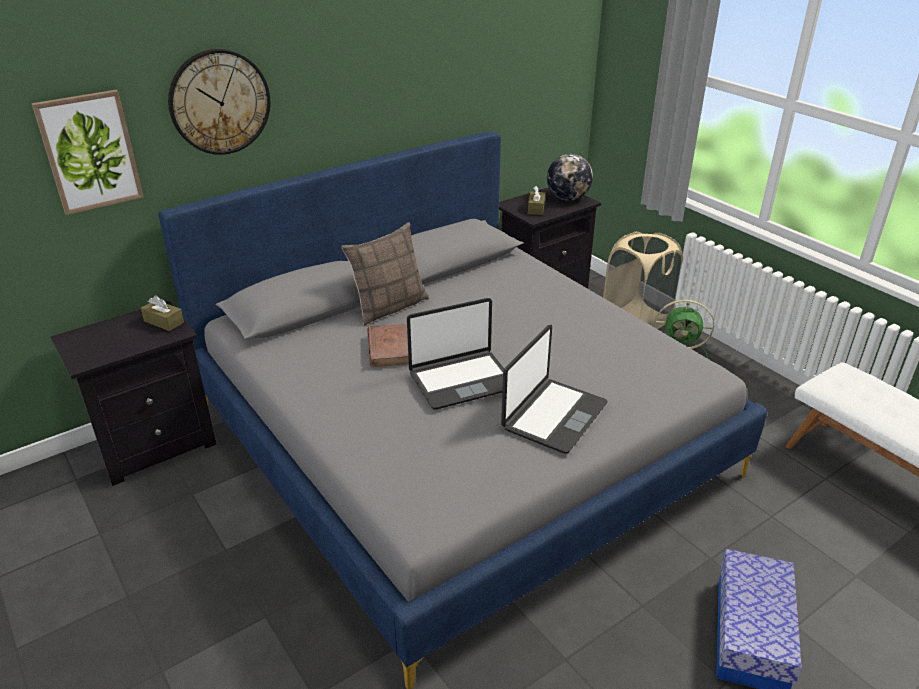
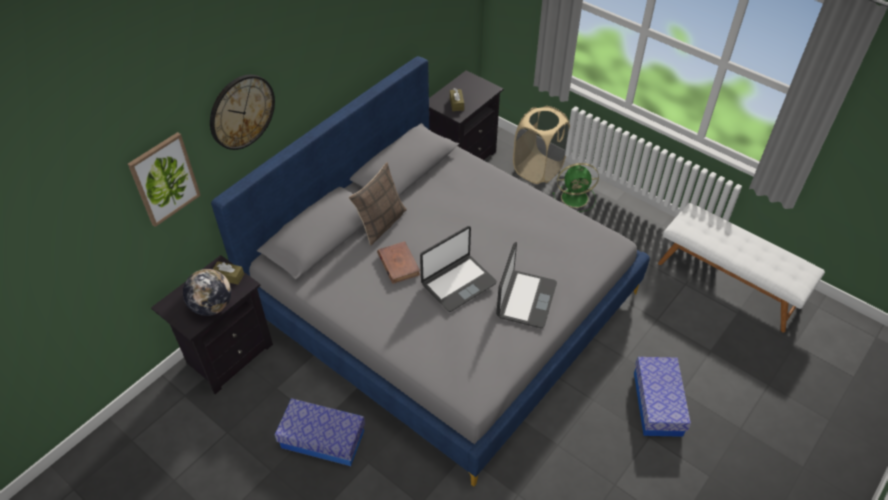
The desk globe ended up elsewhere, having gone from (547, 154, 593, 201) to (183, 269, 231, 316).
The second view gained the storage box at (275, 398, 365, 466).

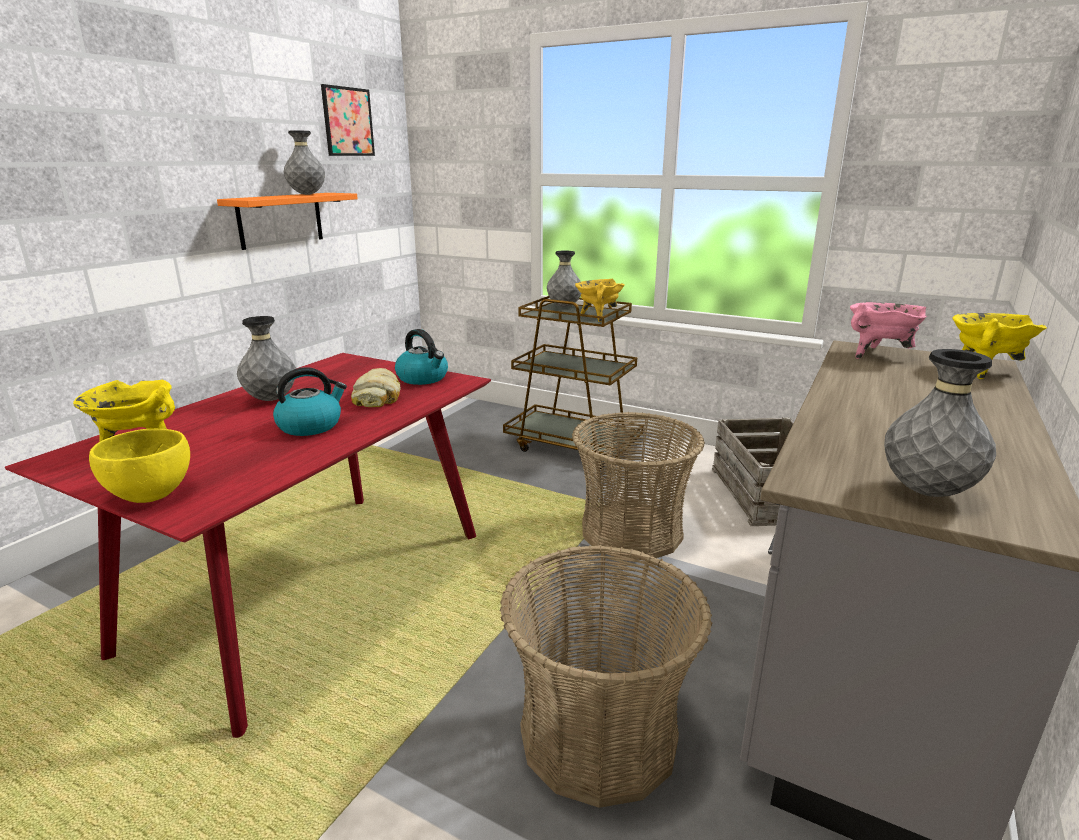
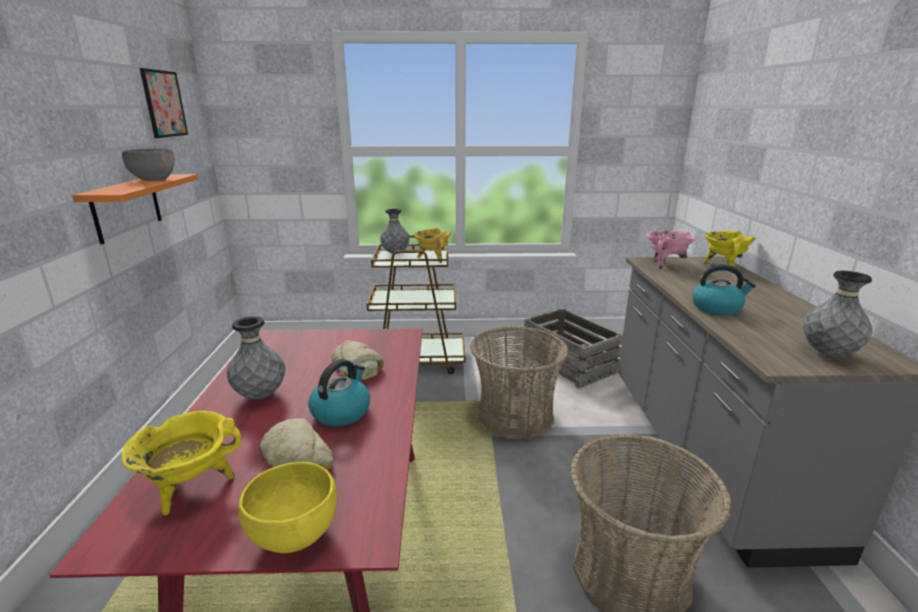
Where the grey flower vase stood at (284, 131, 325, 195), the grey serving bowl came to stand at (122, 149, 175, 181).
The water kettle ended up elsewhere, having gone from (395, 329, 448, 385) to (692, 264, 756, 315).
The second view gained the baked bread at (259, 418, 333, 471).

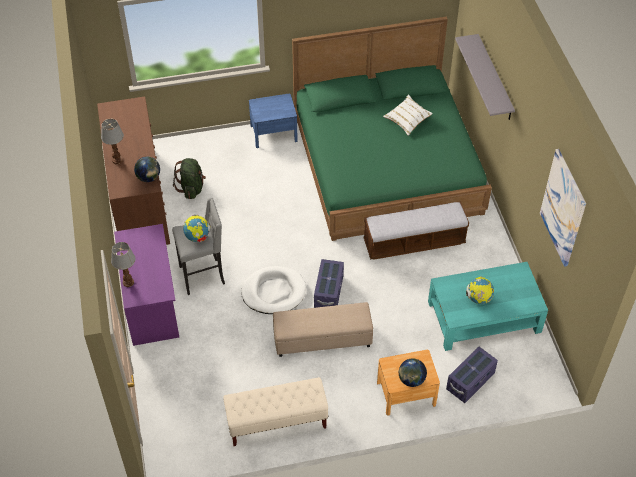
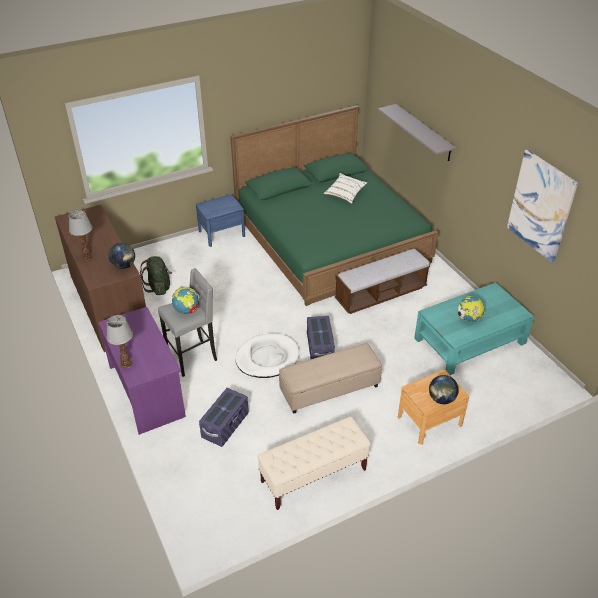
The purple storage box ended up elsewhere, having gone from (446, 347, 498, 403) to (199, 388, 249, 447).

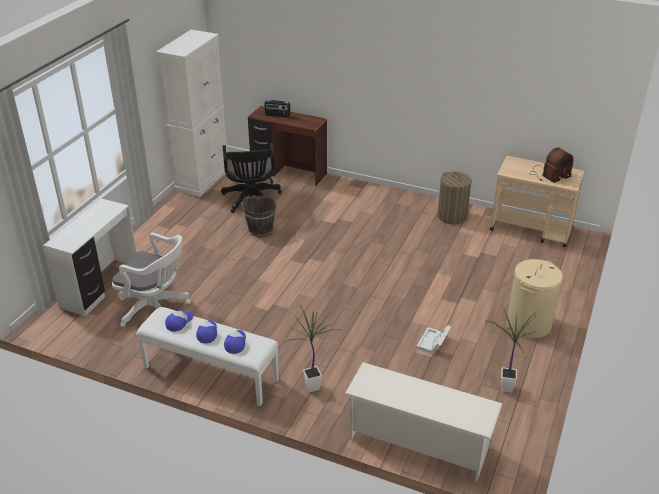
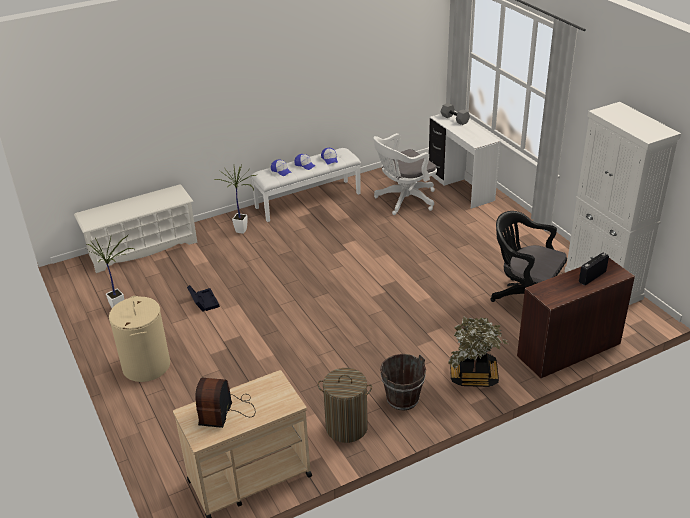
The brownish pail ended up elsewhere, having gone from (242, 196, 276, 237) to (380, 354, 426, 411).
What was the white-coloured storage box at (416, 325, 451, 354) turned into the black storage box at (187, 285, 220, 312).
The second view gained the grey free weight at (441, 103, 470, 125).
The second view gained the houseplant at (448, 317, 508, 387).

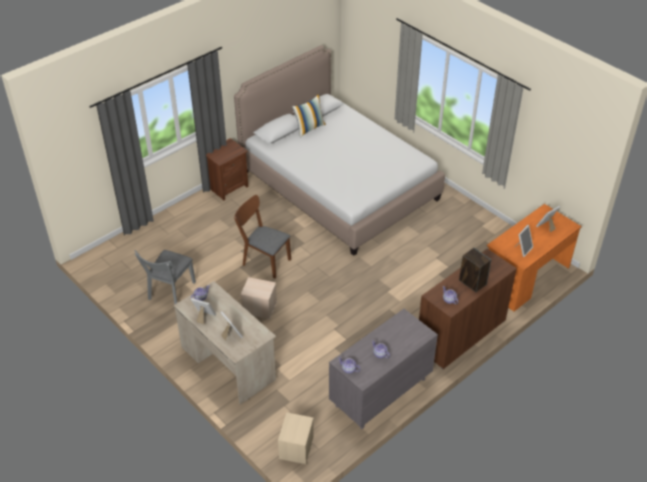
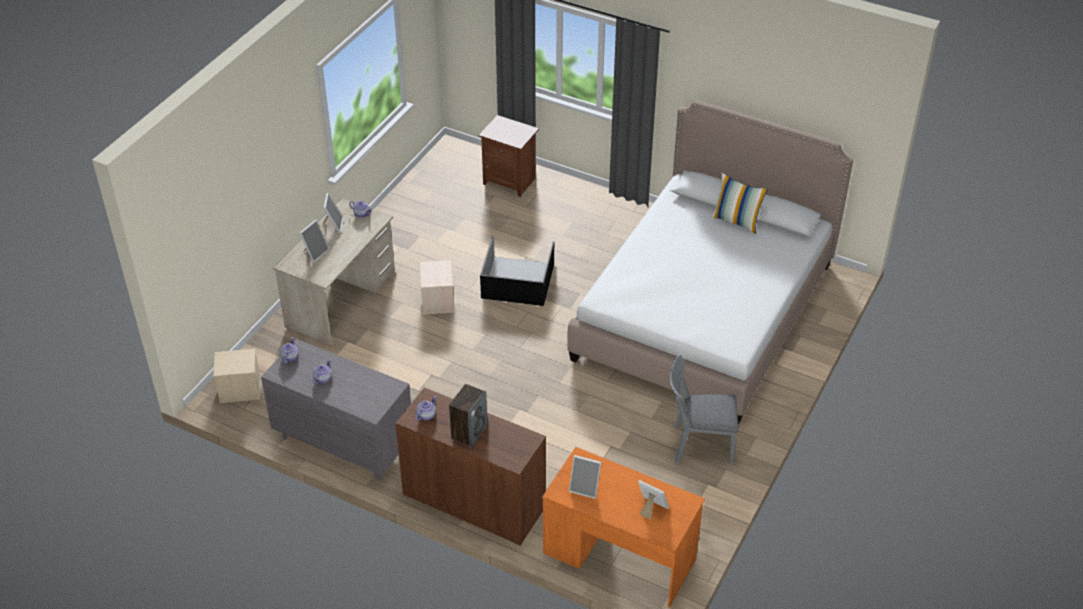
The brownish bedside table ended up elsewhere, having gone from (206, 138, 248, 201) to (479, 115, 539, 197).
Where the brownish upright chair stood at (234, 195, 291, 278), the black storage box came to stand at (480, 234, 554, 306).
The grey upright chair ended up elsewhere, having gone from (134, 250, 196, 305) to (670, 354, 738, 464).

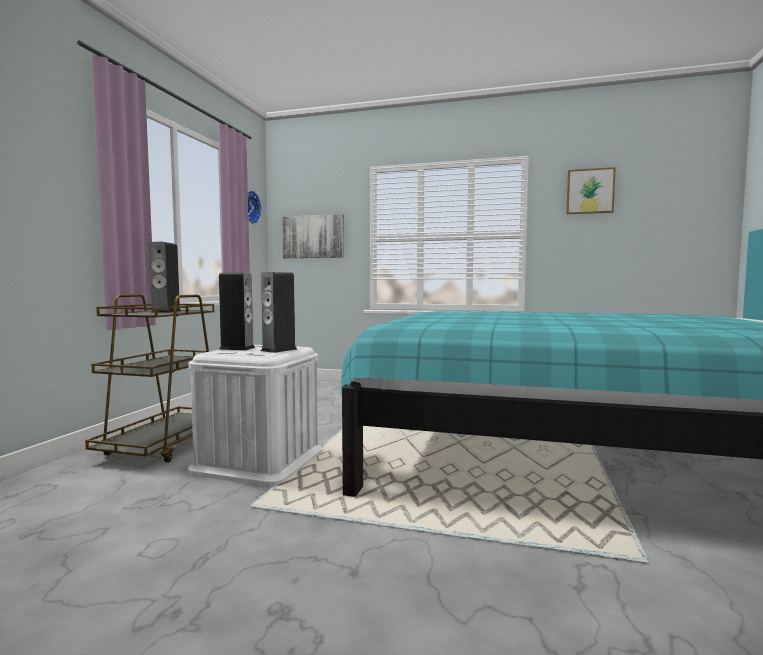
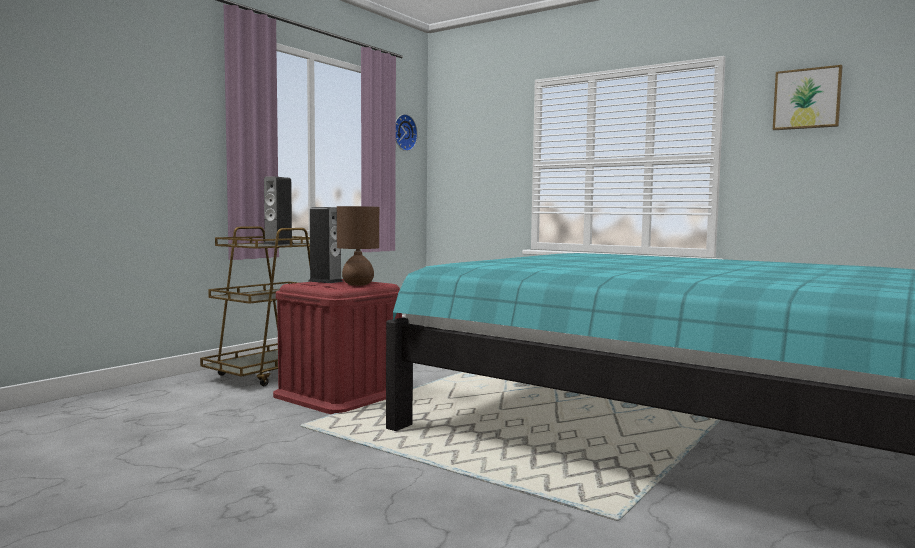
The second view lost the picture at (282, 214, 344, 258).
Where the speaker stood at (261, 272, 297, 353), the brownish lamp for a table came to stand at (337, 206, 379, 286).
What was the white-coloured storage box at (188, 345, 322, 486) turned into the red storage box at (273, 279, 402, 414).

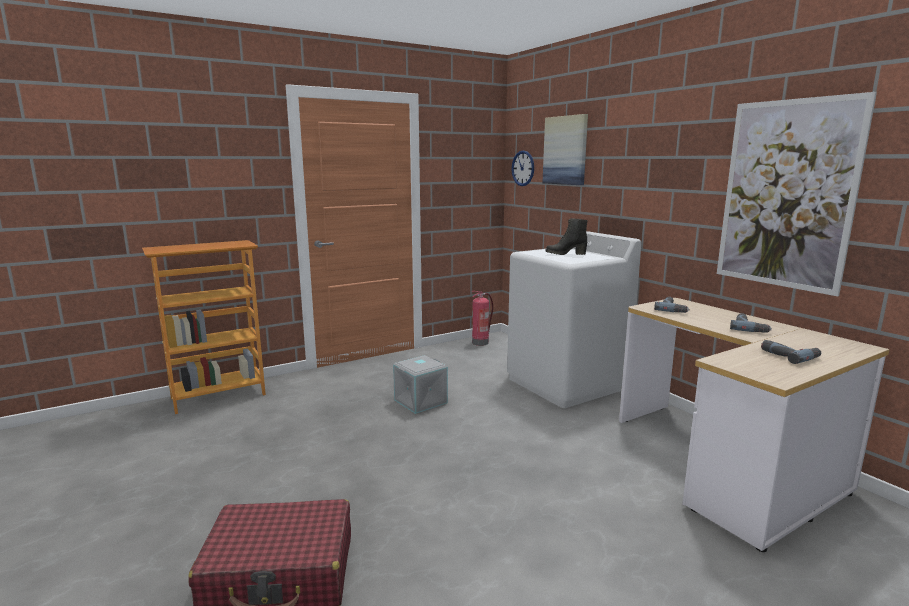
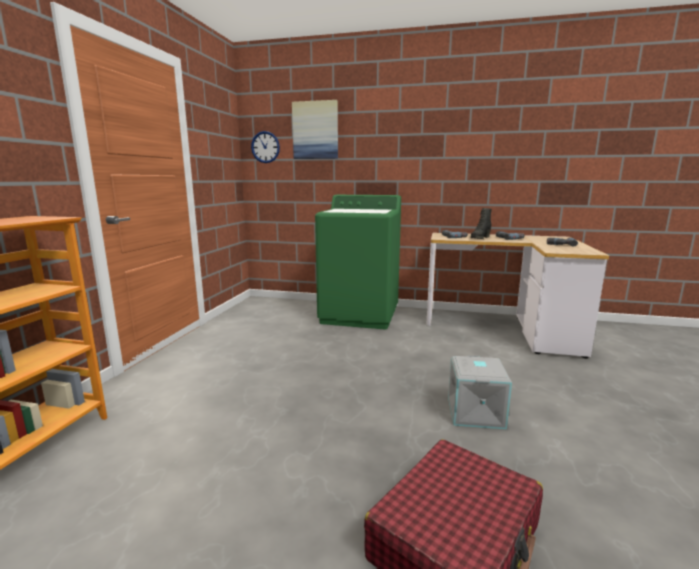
The second view lost the picture at (717, 92, 877, 296).
The black boot ended up elsewhere, having gone from (545, 218, 588, 255) to (471, 208, 492, 239).
What was the white-coloured laundry machine at (507, 231, 641, 408) turned into the green-coloured laundry machine at (315, 195, 401, 330).
The second view lost the fire-fighting cylinder at (472, 291, 493, 346).
The grey storage box ended up elsewhere, having gone from (393, 355, 448, 414) to (448, 355, 512, 429).

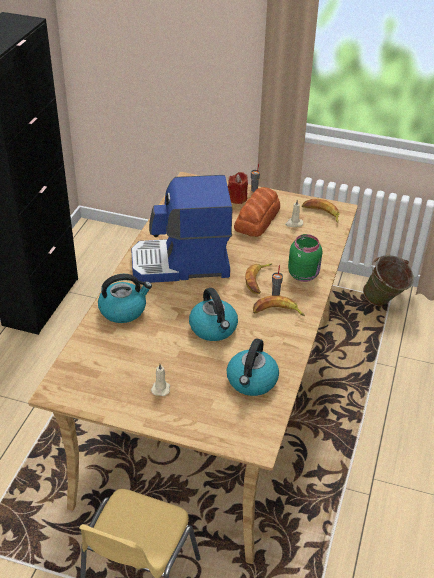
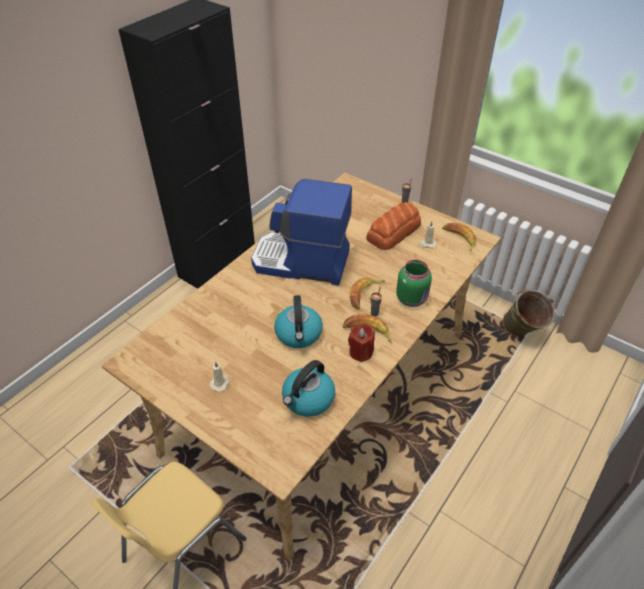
The red wax candle ended up elsewhere, having gone from (228, 172, 248, 204) to (348, 324, 375, 362).
The second view lost the water kettle at (98, 274, 152, 323).

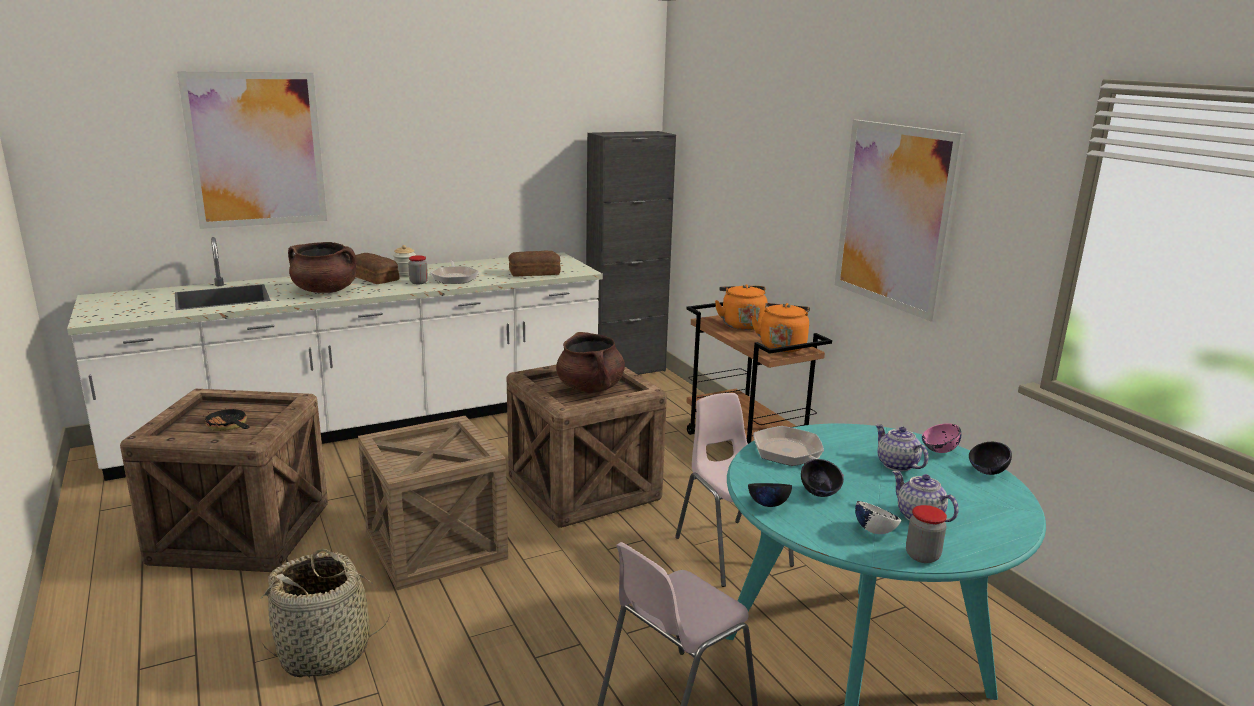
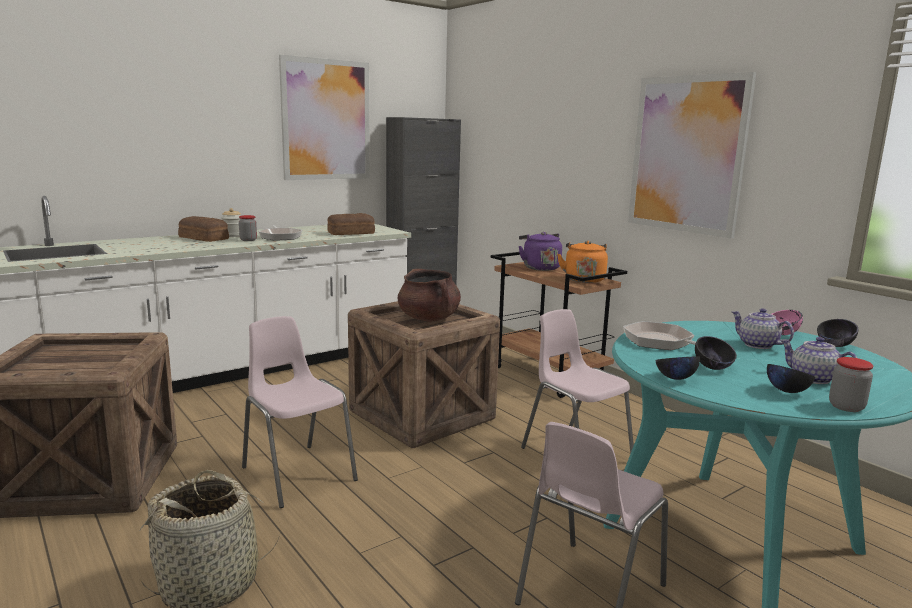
The picture ended up elsewhere, having gone from (177, 71, 327, 229) to (279, 55, 370, 180).
The second view lost the brownish stockpot at (288, 242, 356, 293).
What was the orangey water kettle at (715, 284, 767, 330) turned into the purple water kettle at (519, 232, 562, 271).
The second view lost the skillet at (203, 409, 250, 431).
Where the shipping crate stood at (358, 416, 508, 590), the pink-coloured upright chair came to stand at (242, 316, 358, 508).
What was the white-coloured serving bowl at (855, 501, 901, 534) turned into the black serving bowl at (767, 364, 815, 393).

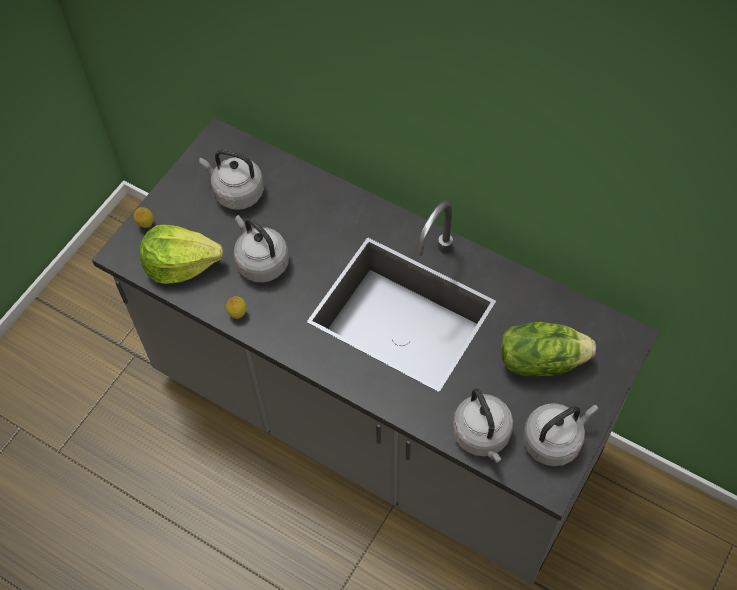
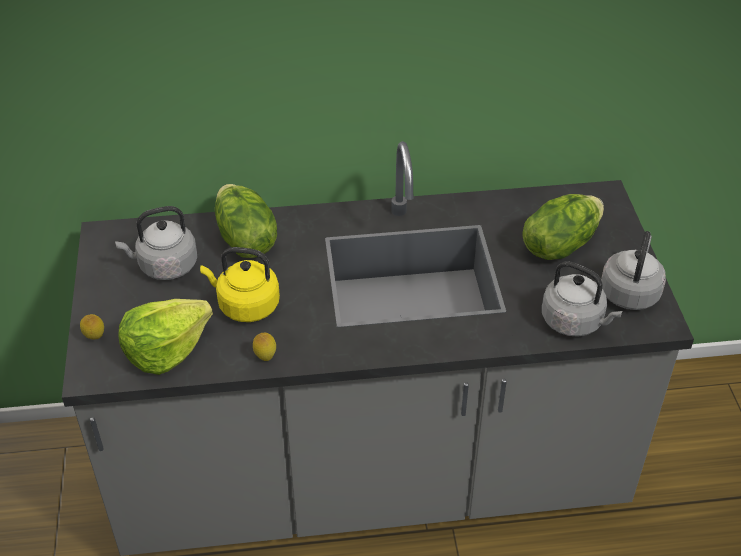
What was the grey water kettle at (234, 215, 289, 283) turned into the yellow-coloured water kettle at (200, 247, 280, 322).
The second view gained the lettuce head at (215, 184, 277, 258).

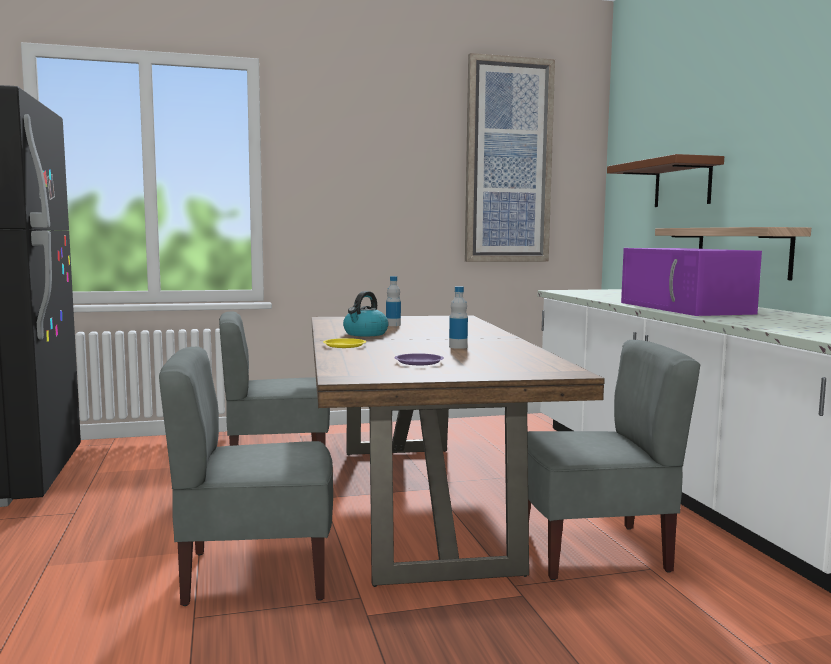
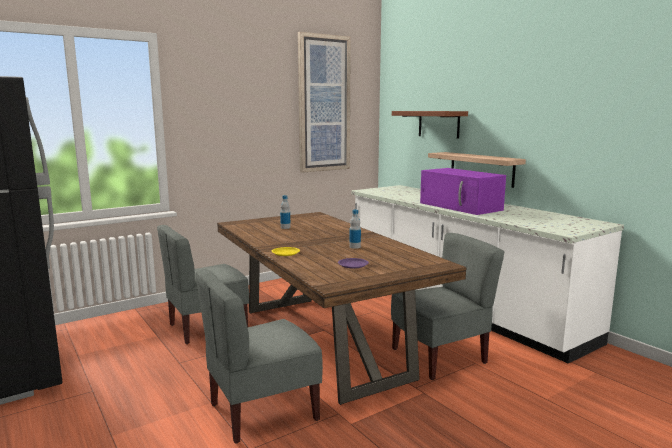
The second view lost the water kettle at (343, 291, 389, 336).

